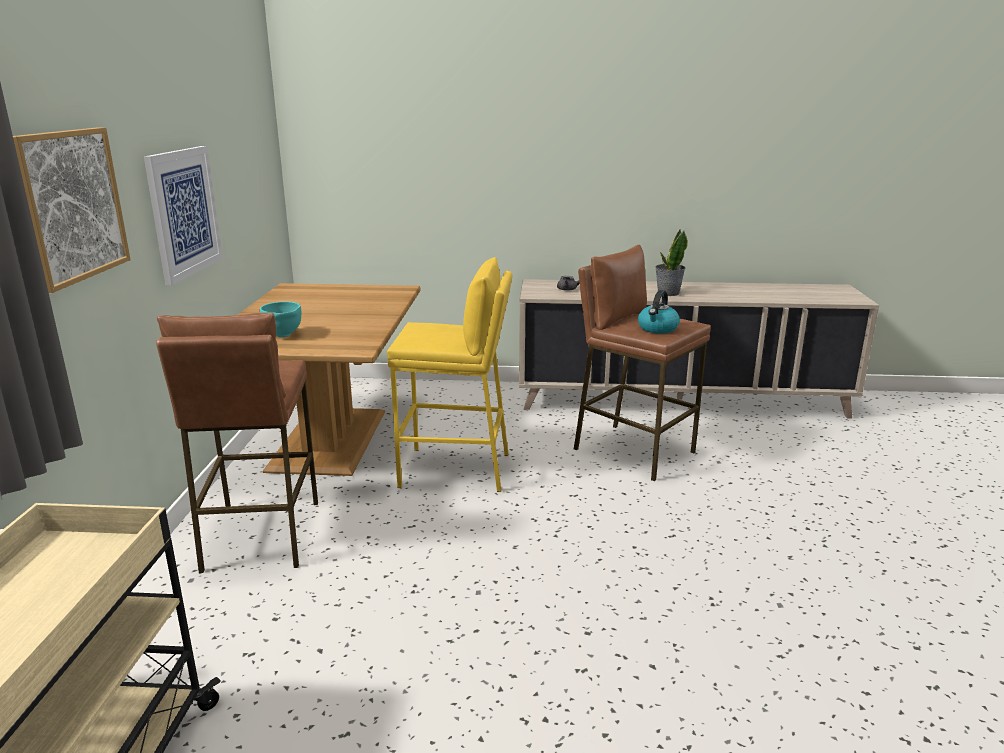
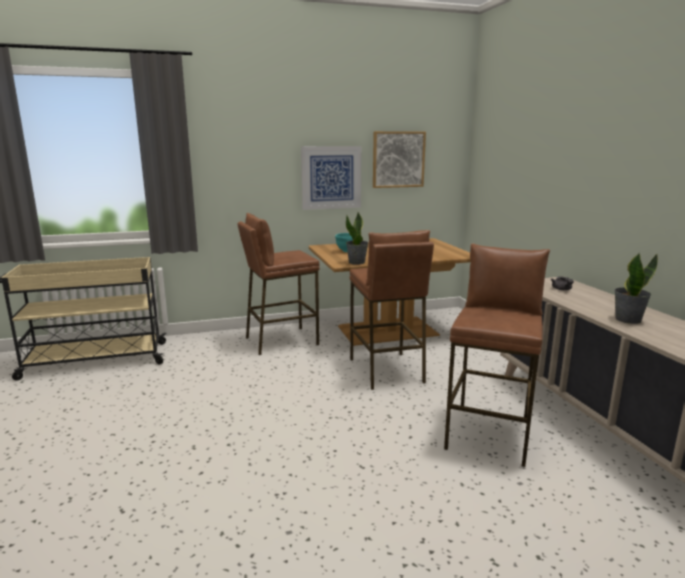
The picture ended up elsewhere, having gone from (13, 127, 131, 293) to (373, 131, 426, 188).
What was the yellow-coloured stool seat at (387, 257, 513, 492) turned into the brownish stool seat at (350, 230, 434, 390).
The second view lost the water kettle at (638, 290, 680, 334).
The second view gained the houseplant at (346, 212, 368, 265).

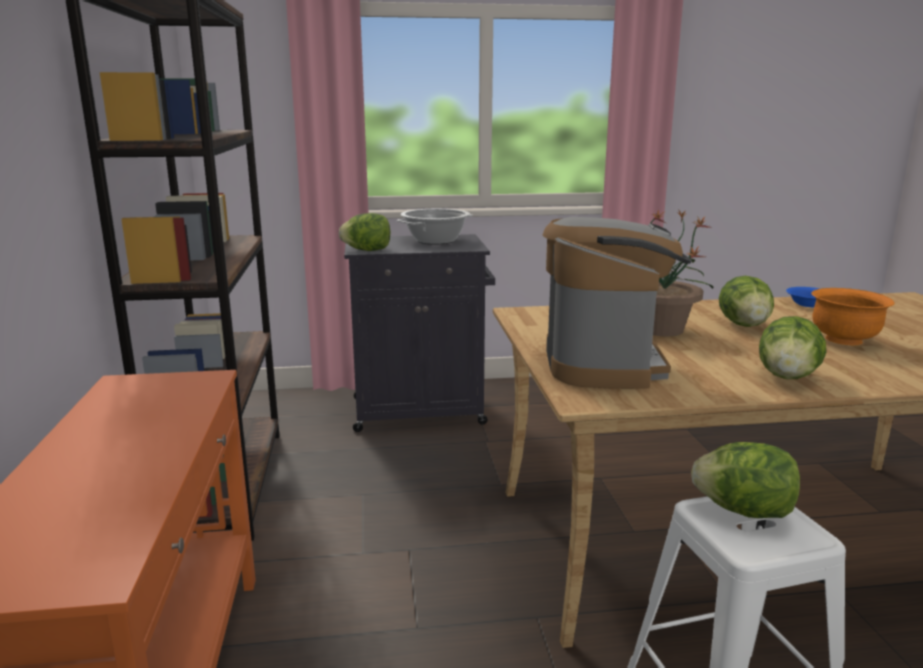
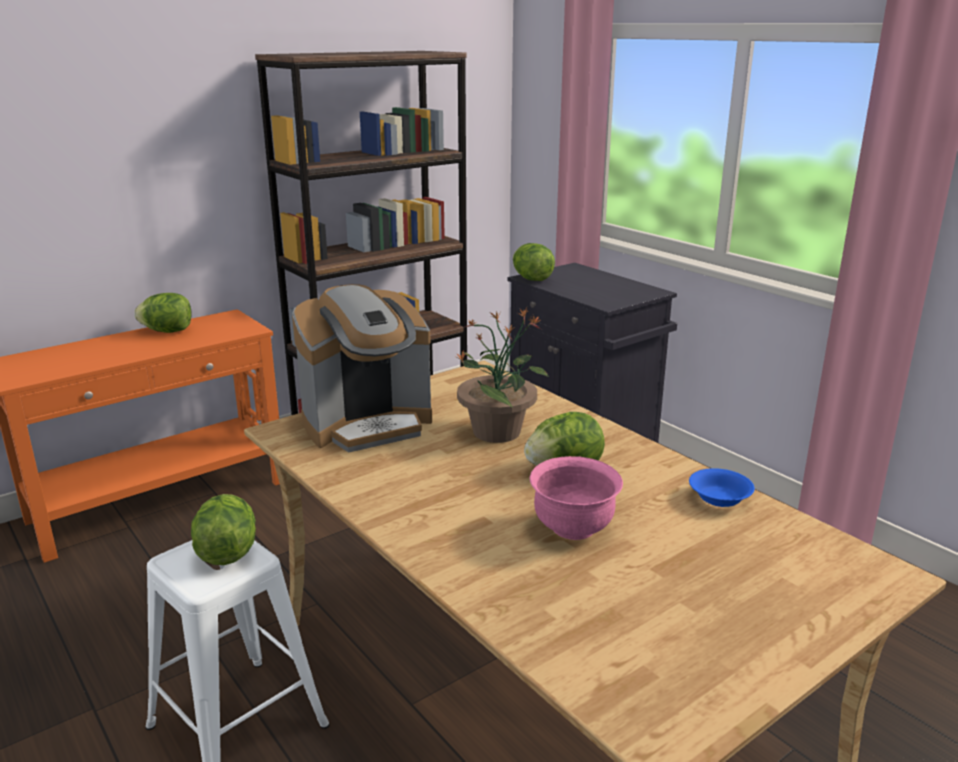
The second view lost the stockpot at (396, 209, 473, 244).
What was the orangey serving bowl at (811, 288, 895, 345) turned into the pink-coloured serving bowl at (530, 456, 623, 540).
The lettuce head ended up elsewhere, having gone from (759, 316, 826, 379) to (134, 293, 192, 333).

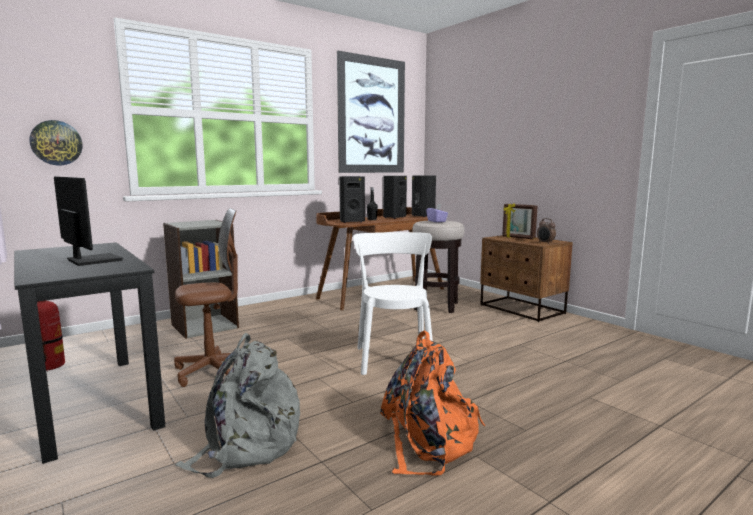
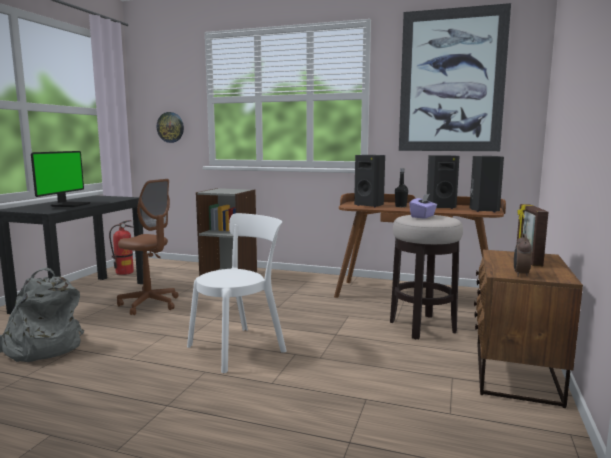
The second view lost the orangey rucksack at (380, 331, 485, 476).

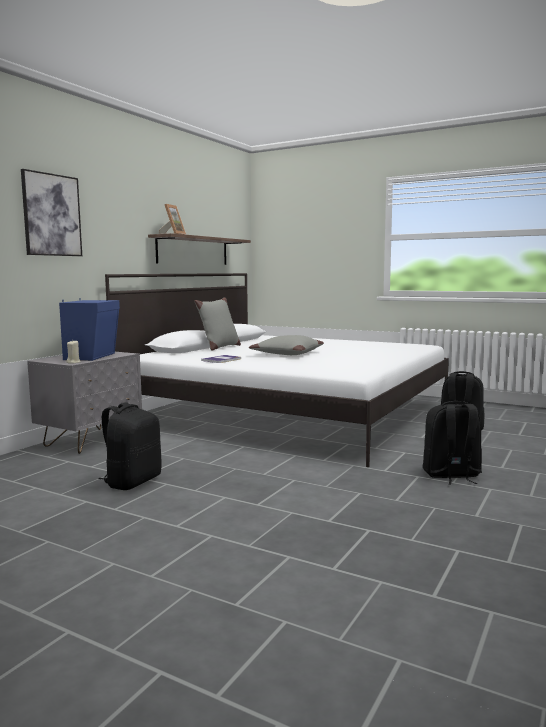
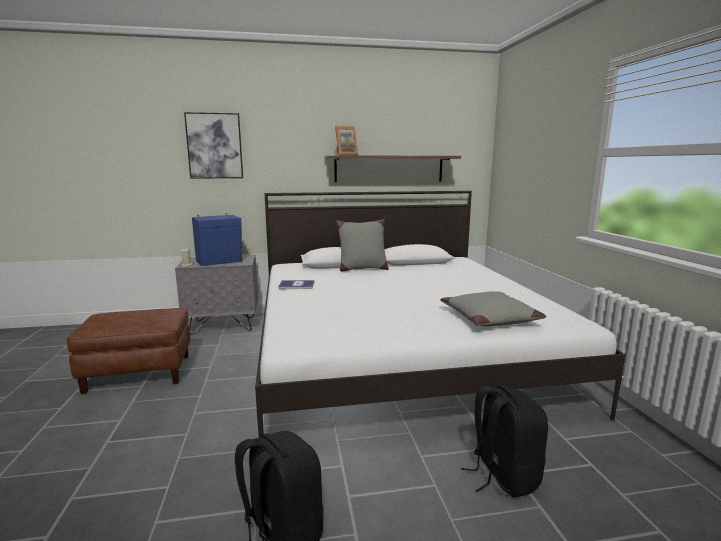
The grey throw pillow ended up elsewhere, having gone from (249, 335, 324, 355) to (440, 291, 546, 327).
Where the black rucksack stood at (99, 402, 162, 490), the brownish footrest came to stand at (66, 308, 190, 394).

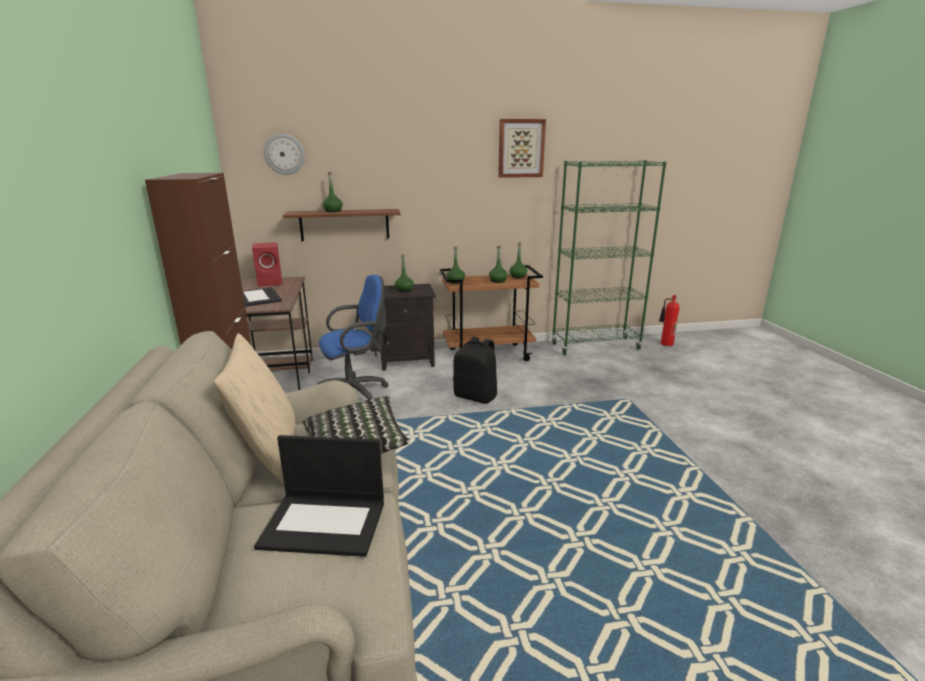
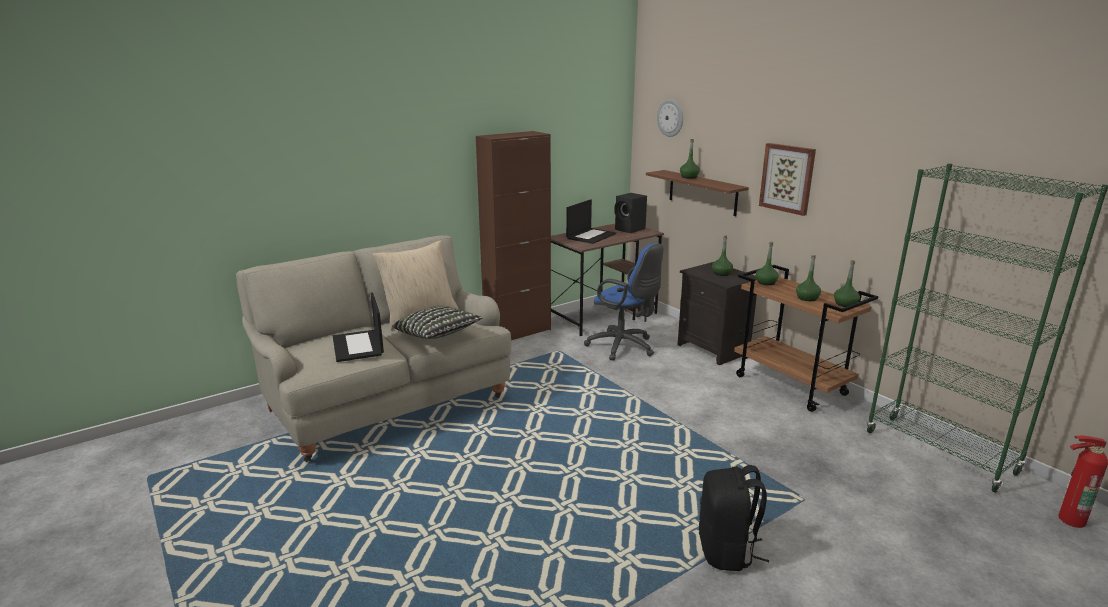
The picture ended up elsewhere, having gone from (498, 119, 546, 178) to (759, 143, 816, 216).
What was the red speaker at (252, 242, 283, 287) turned into the black speaker at (614, 193, 647, 233).
The black rucksack ended up elsewhere, having gone from (453, 337, 497, 404) to (699, 465, 769, 571).

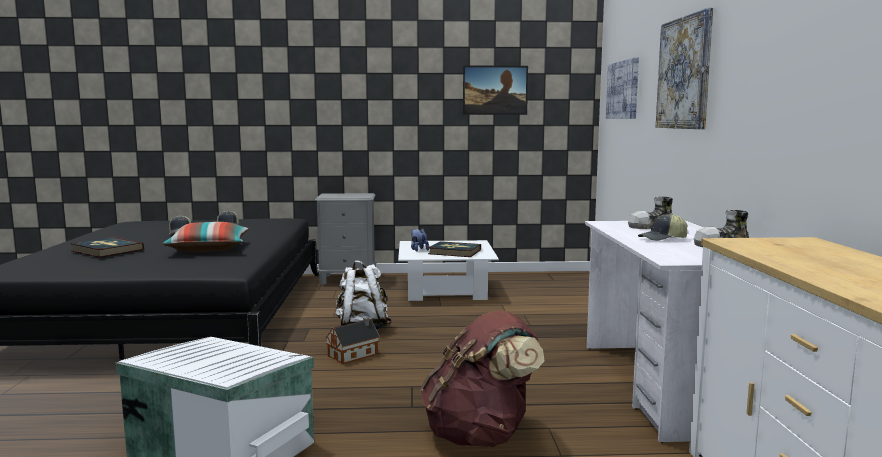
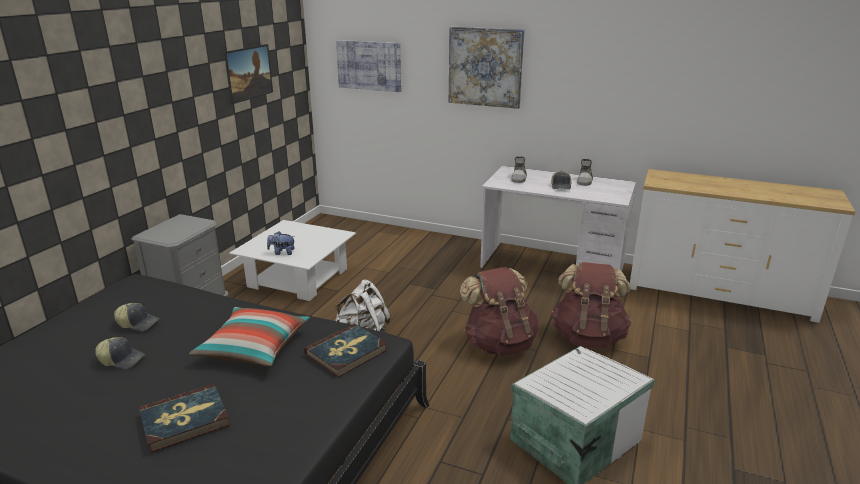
The book ended up elsewhere, having gone from (428, 241, 481, 257) to (304, 324, 387, 378).
The second view lost the toy house at (325, 317, 380, 364).
The second view gained the brownish rucksack at (460, 267, 539, 356).

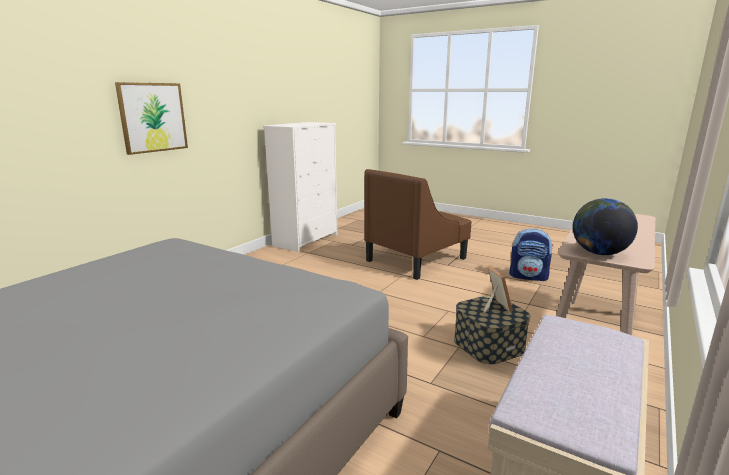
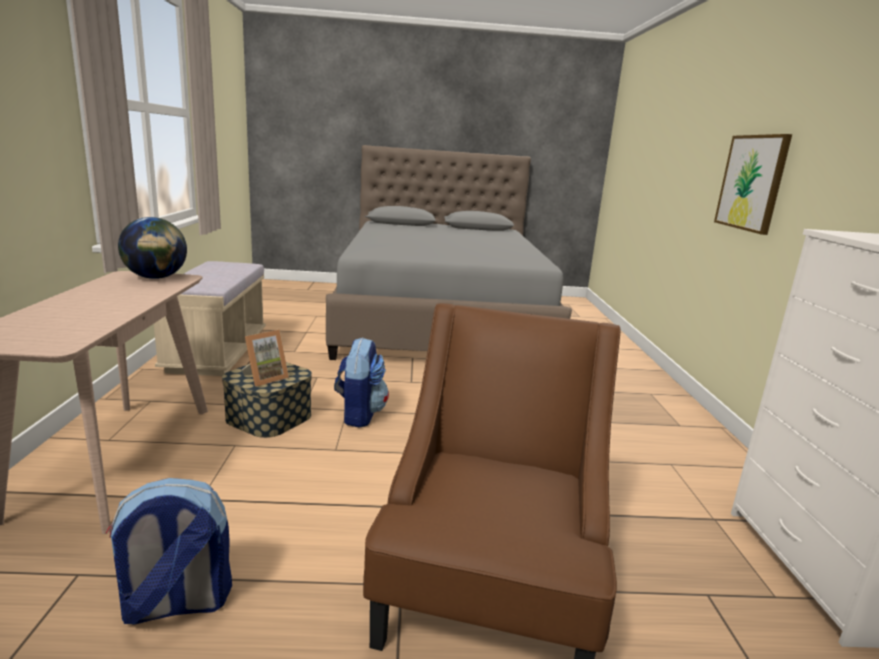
The standing frame at (484, 266, 513, 313) ended up facing another way, 90 degrees counterclockwise from before.
The second view gained the rucksack at (334, 337, 389, 428).

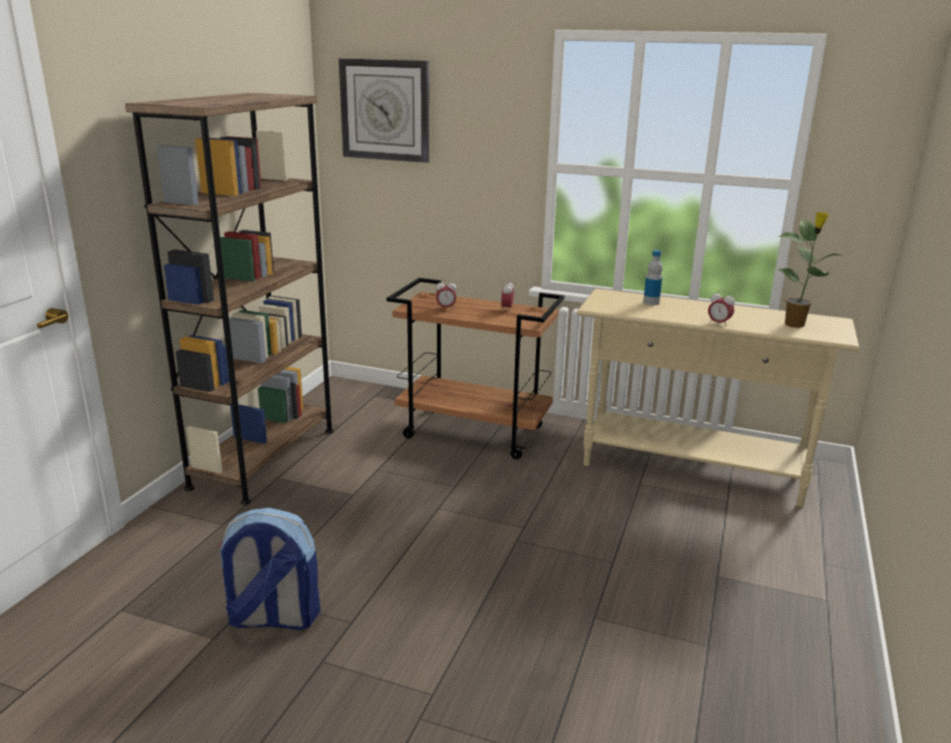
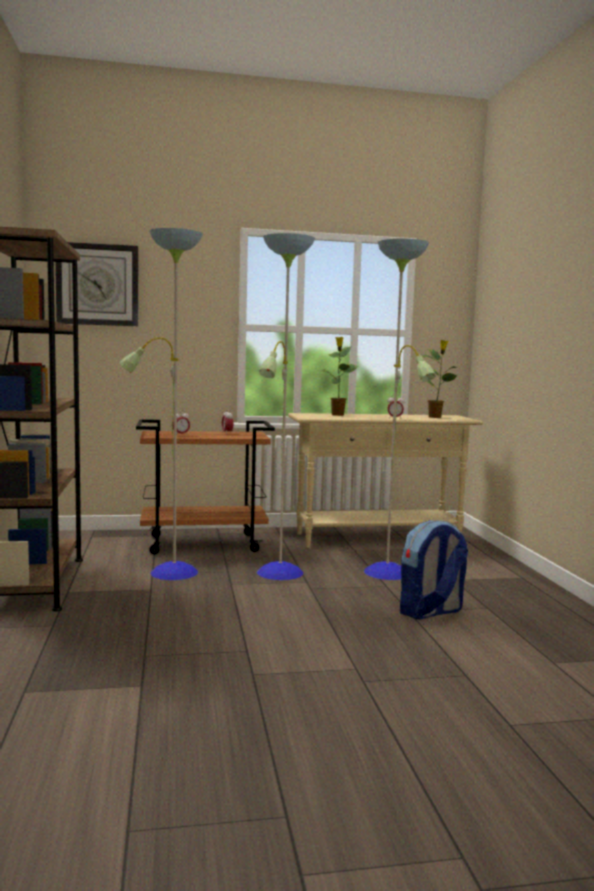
Where the drink bottle stood at (643, 250, 663, 305), the houseplant came to stand at (321, 337, 359, 416).
The rucksack ended up elsewhere, having gone from (217, 508, 320, 630) to (400, 520, 468, 620).
The second view gained the standing lamp at (119, 228, 436, 580).

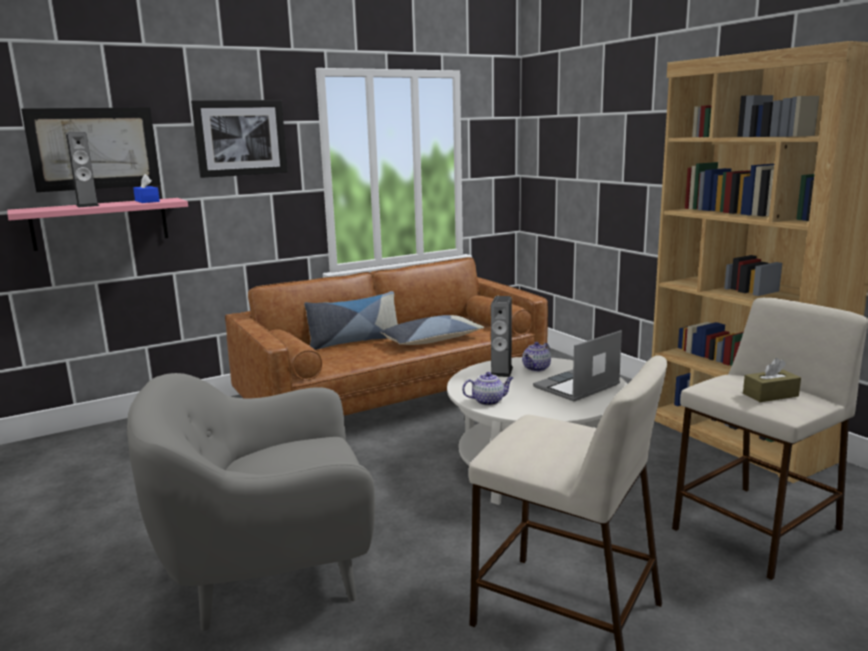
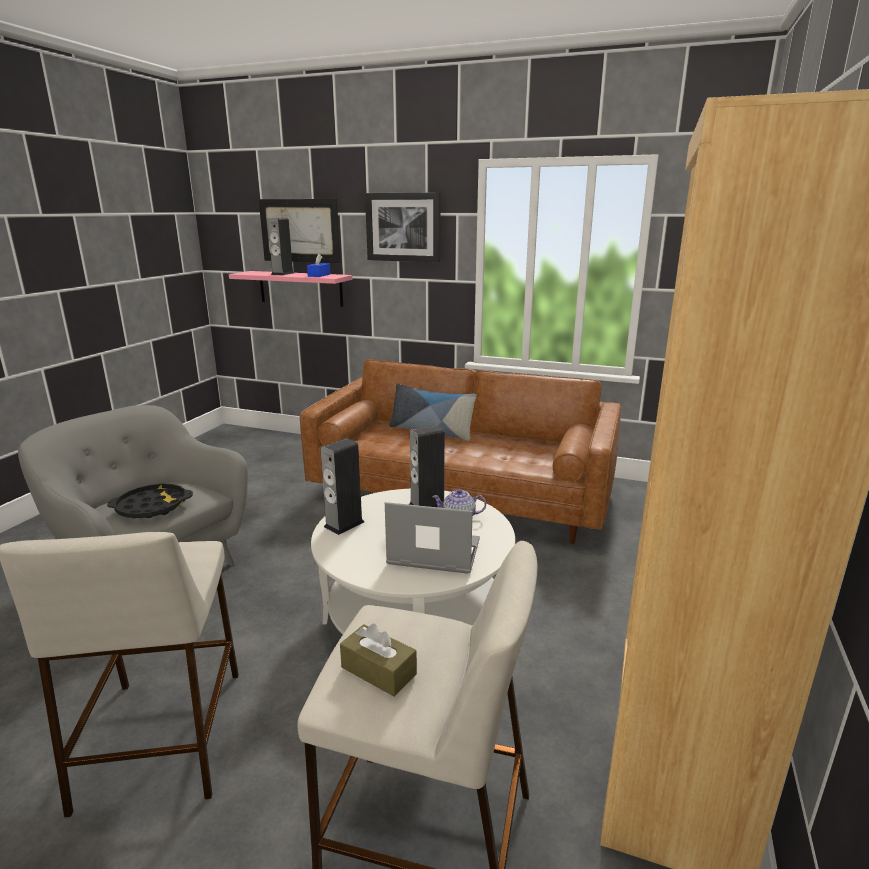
The second view lost the throw pillow at (380, 315, 484, 345).
Where the tea pot stood at (462, 372, 513, 406), the speaker came to stand at (321, 438, 364, 535).
The second view gained the black tray at (107, 484, 193, 518).

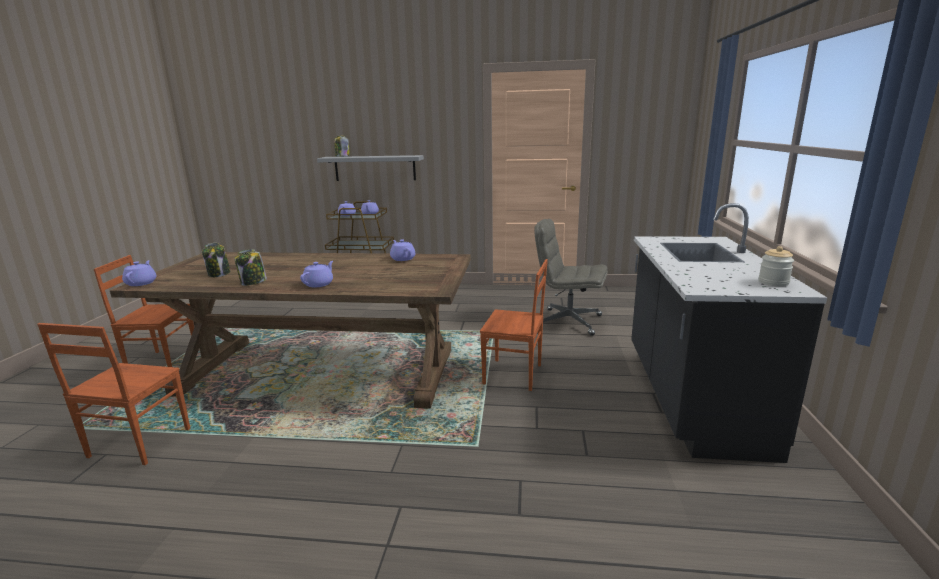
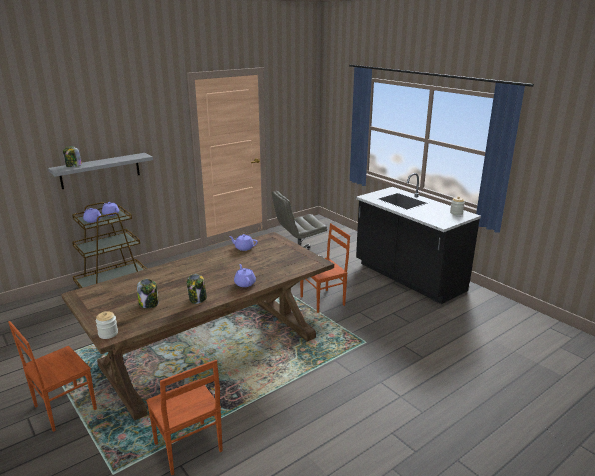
Where the purple tea pot stood at (122, 260, 156, 286), the storage jar came to stand at (96, 311, 118, 339).

